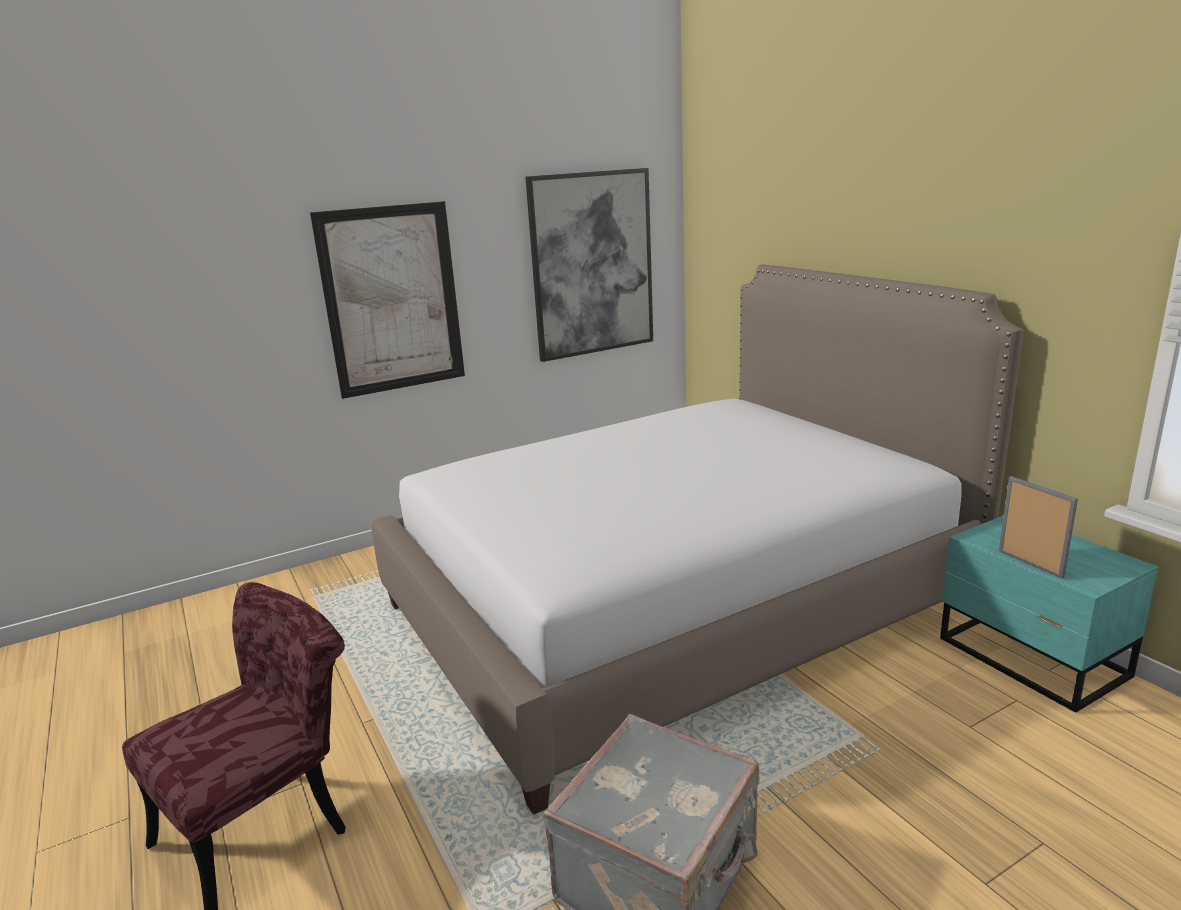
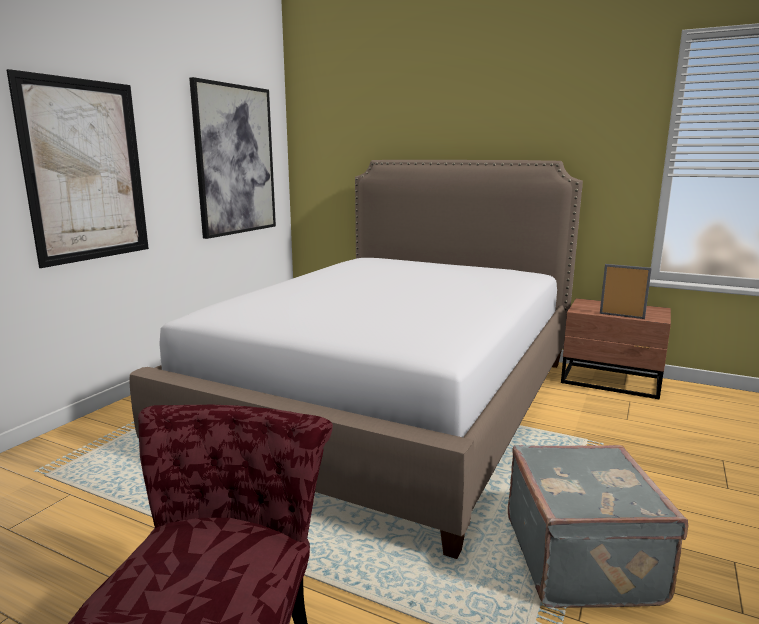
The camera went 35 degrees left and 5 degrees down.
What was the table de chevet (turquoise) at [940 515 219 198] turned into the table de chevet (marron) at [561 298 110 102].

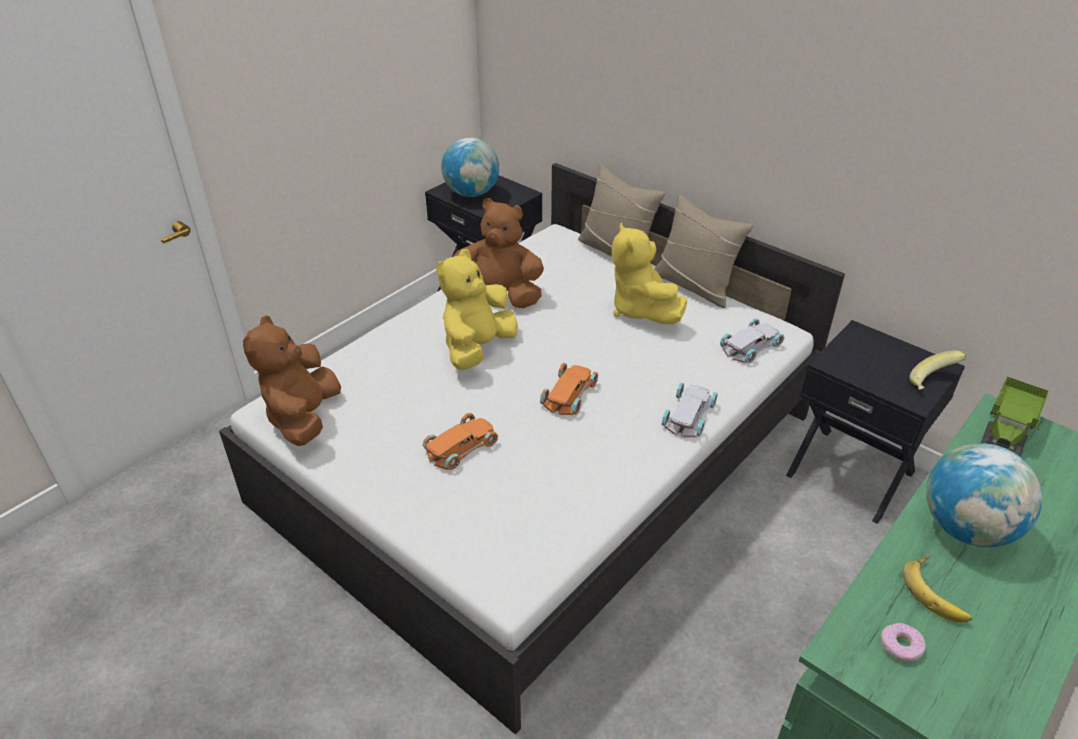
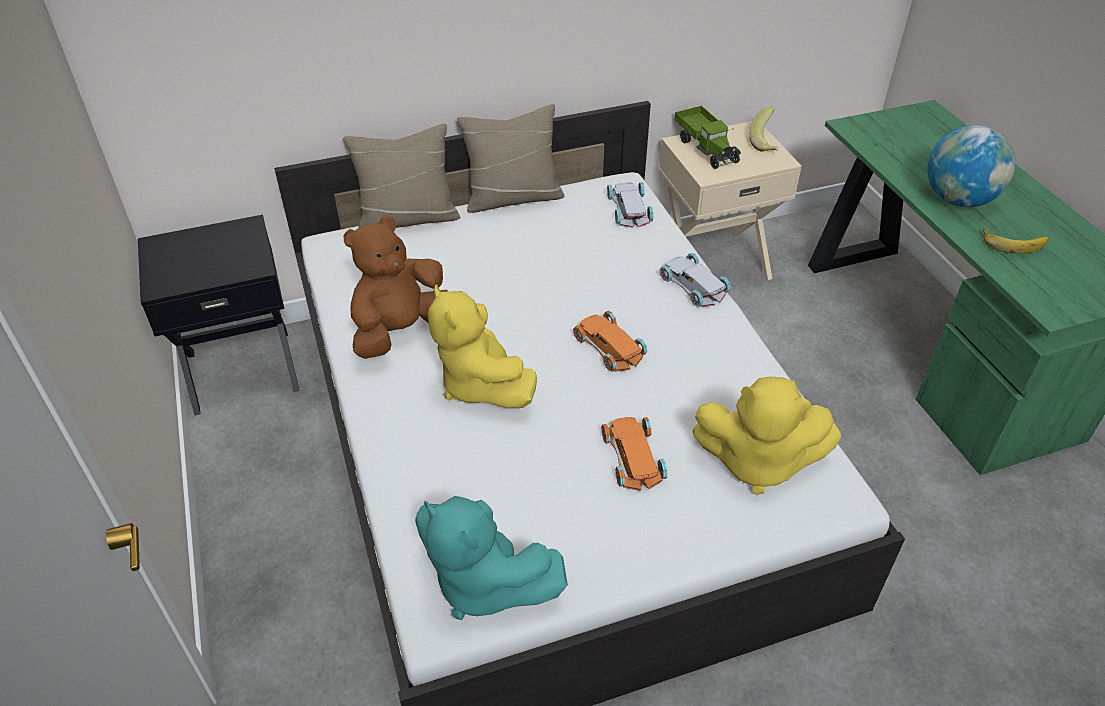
The camera went 60 degrees left and 5 degrees up.
What was the peluche (marron) at [243 315 98 131] turned into the peluche (turquoise) at [415 496 153 124].
What was the table de chevet (noir) at [786 320 179 204] turned into the table de chevet (beige) at [659 121 143 159].
The camion jouet ended up elsewhere, having gone from [981 376 68 81] to [674 106 67 63].
The peluche (jaune) ended up elsewhere, having gone from [612 222 75 102] to [692 376 149 119].
The second view lost the globe at [441 137 58 60].
The second view lost the beignet at [881 623 45 38].

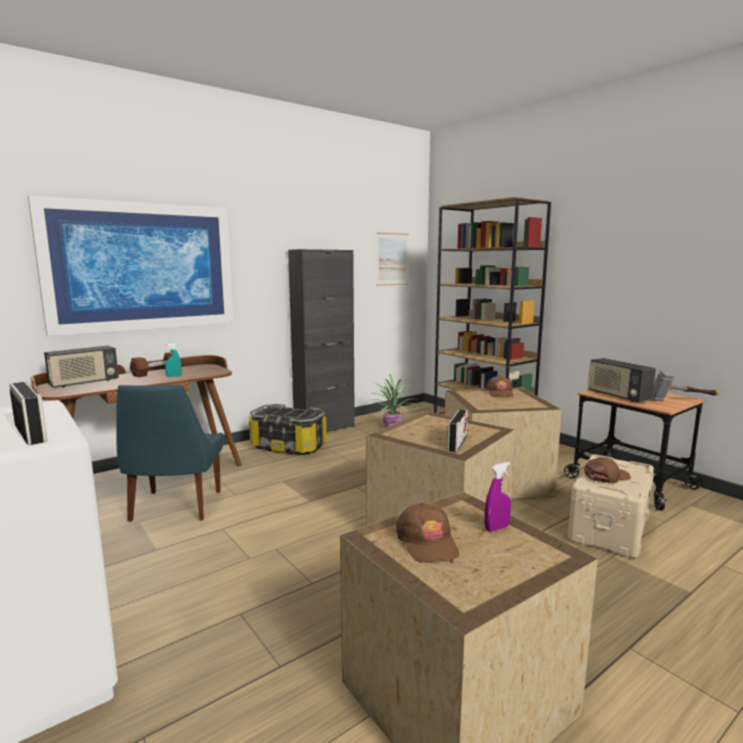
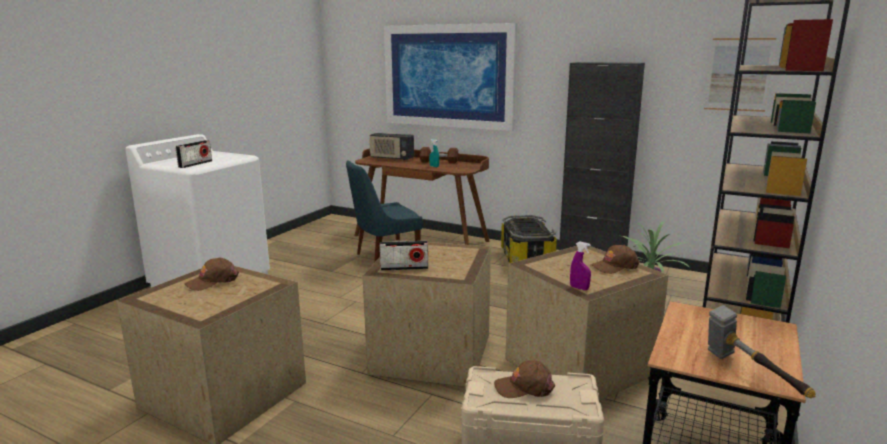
The camera went 65 degrees right and 5 degrees up.
The casquette (marron) at [584 457 47 26] ended up facing another way, 135 degrees clockwise from before.
The vaporisateur (violet) ended up elsewhere, having gone from [485 462 26 69] to [570 241 21 49].
The second view lost the radio at [588 358 68 44].

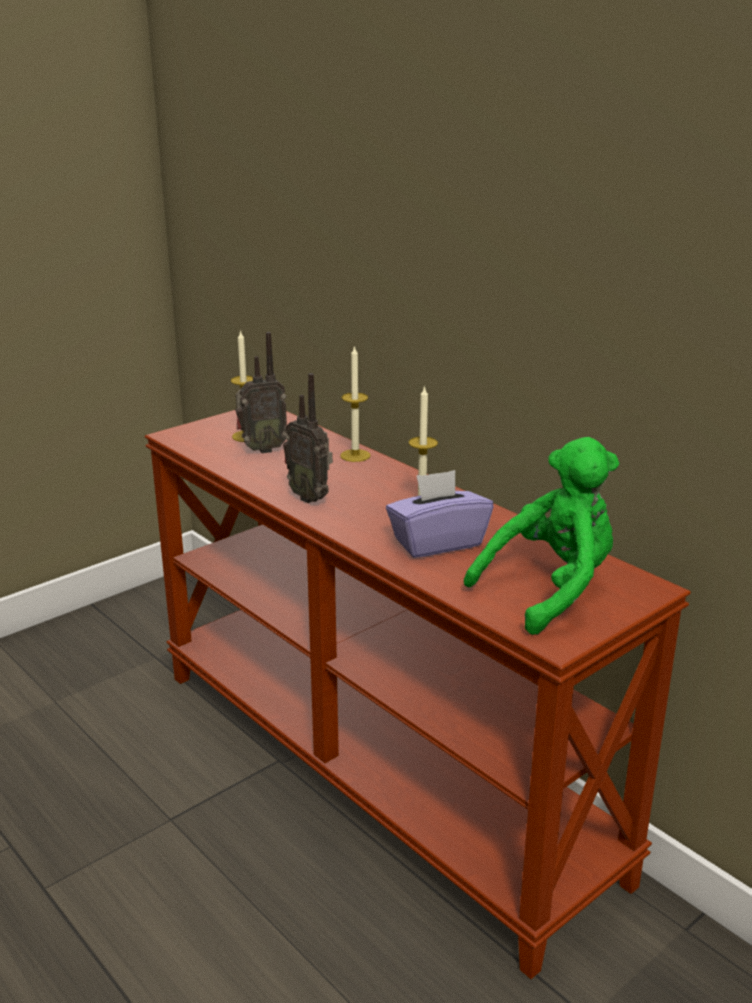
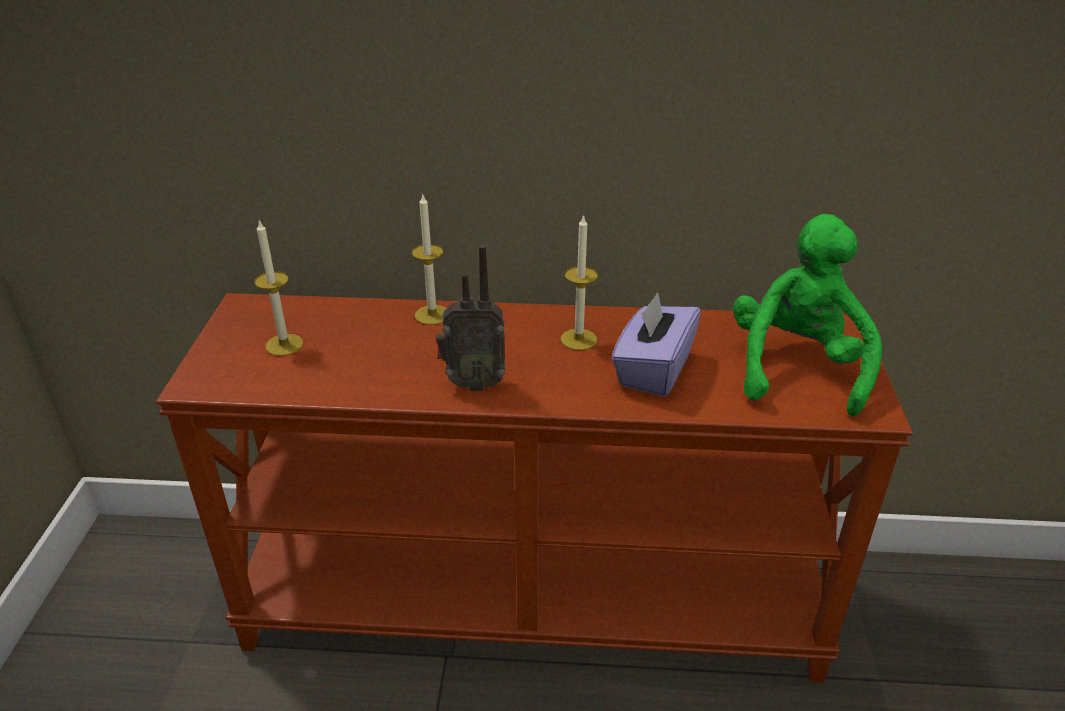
The camera went 45 degrees left and 10 degrees up.
The second view lost the radio at [235 332 52 121].

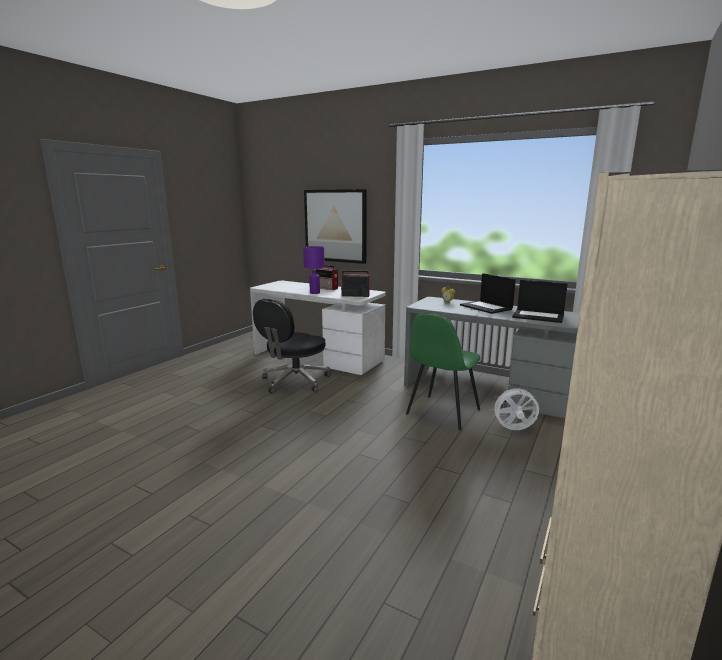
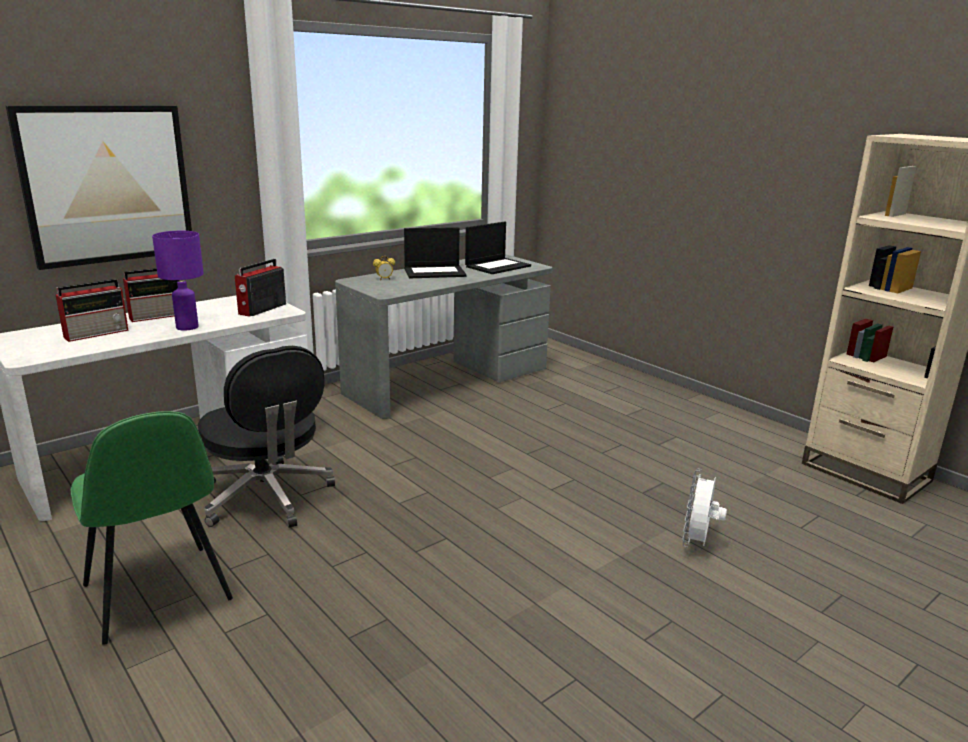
The camera went 70 degrees left and 5 degrees up.
The second view gained the radio at [56 279 73 63].
The chaise (vert) ended up elsewhere, having gone from [406 313 74 117] to [71 411 162 234].
The ventilateur (blanc) ended up elsewhere, having gone from [491 385 48 45] to [682 469 45 79].

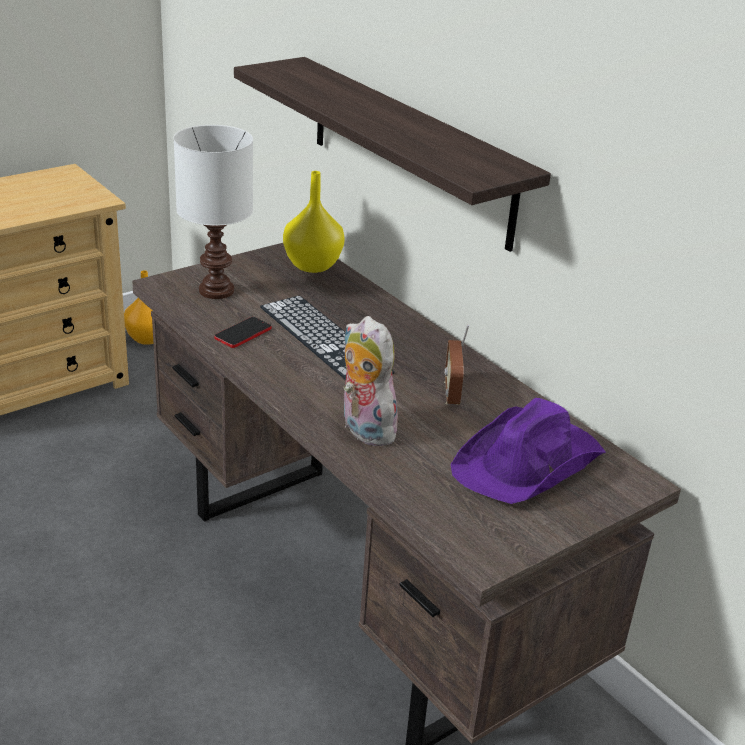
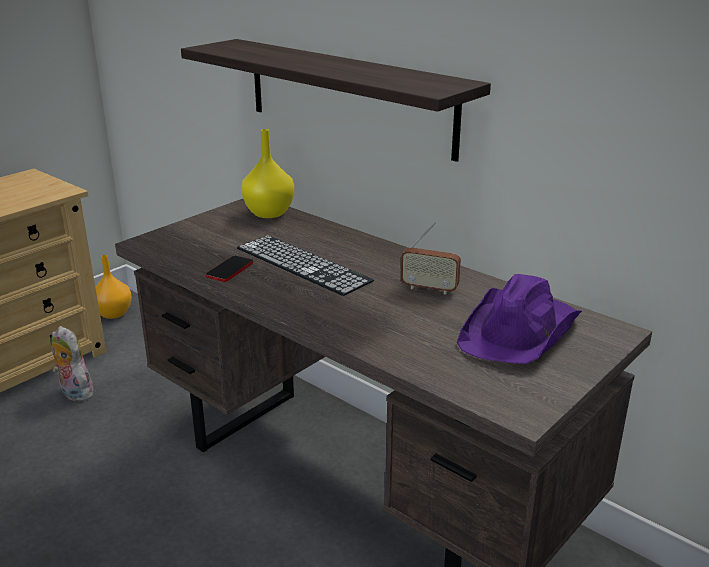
The camera went 10 degrees left and 5 degrees down.
The peluche ended up elsewhere, having gone from [343 316 55 130] to [51 326 42 76].
The radio at [444 325 25 80] ended up facing another way, 60 degrees counterclockwise from before.
The second view lost the lampe de table (blanc) at [173 125 80 174].

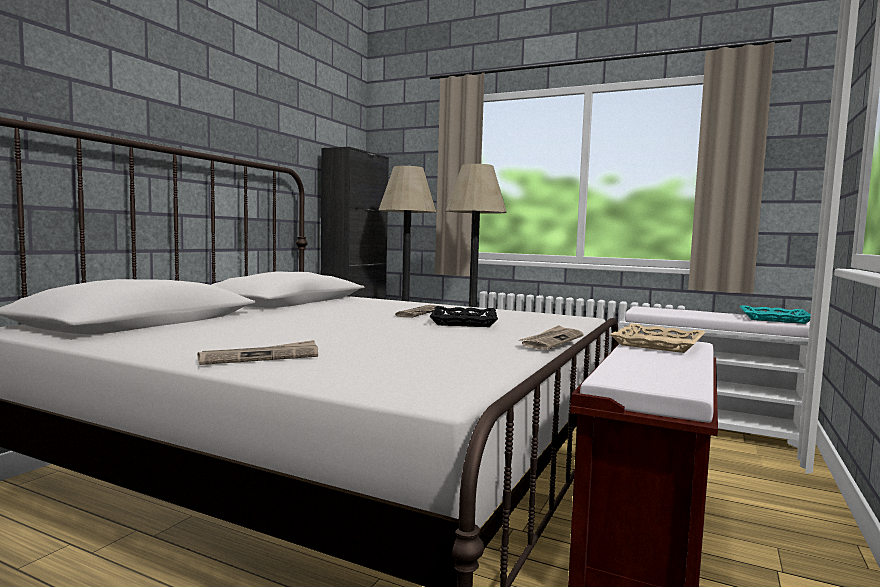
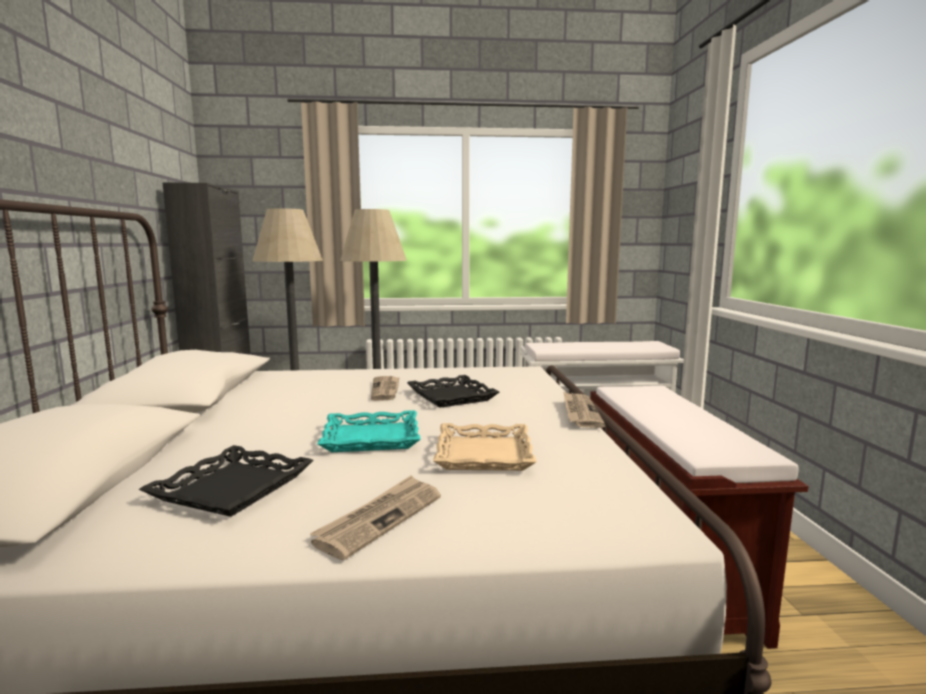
The camera went 30 degrees left and 5 degrees up.
The second view gained the plateau (noir) at [139 445 174 72].
The plateau (turquoise) ended up elsewhere, having gone from [739 305 72 19] to [317 410 104 42].
The plateau (beige) ended up elsewhere, having gone from [610 323 96 30] to [433 423 104 48].

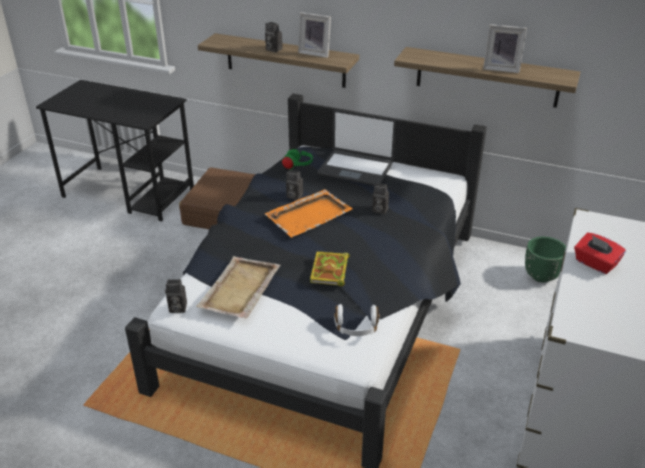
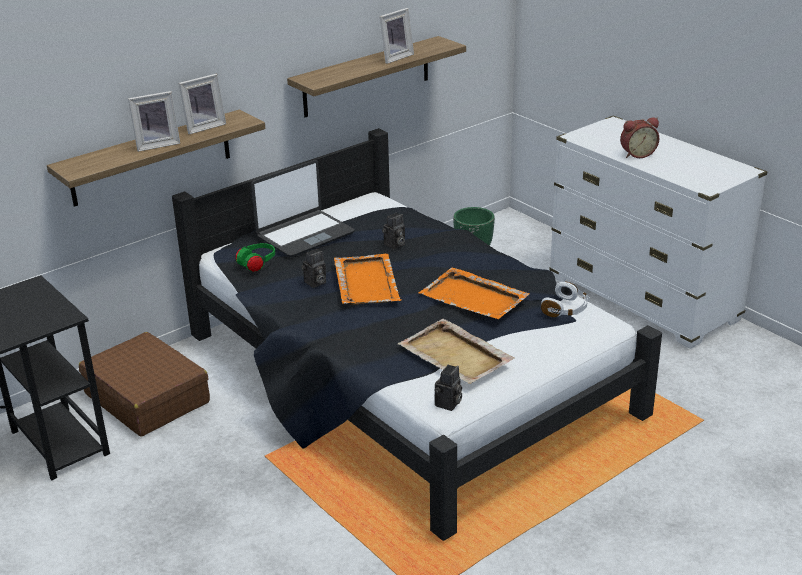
The camera went 60 degrees left and 5 degrees down.
Where the appareil photo stood at [265 22 18 31], the cadre photo came to stand at [128 91 52 61].
Where the livre stood at [310 252 40 34], the plateau (orange) came to stand at [419 267 111 52].
Where the boîte à mouchoirs (rouge) stood at [574 233 52 41], the réveil came to stand at [620 118 39 40].

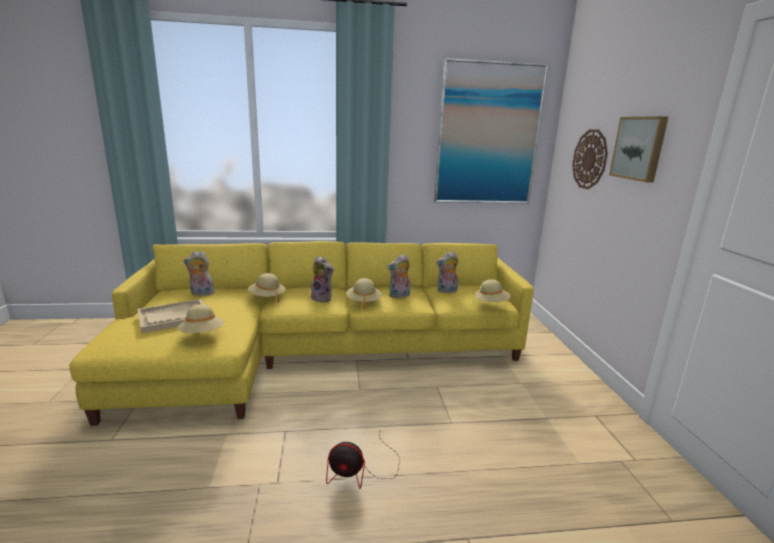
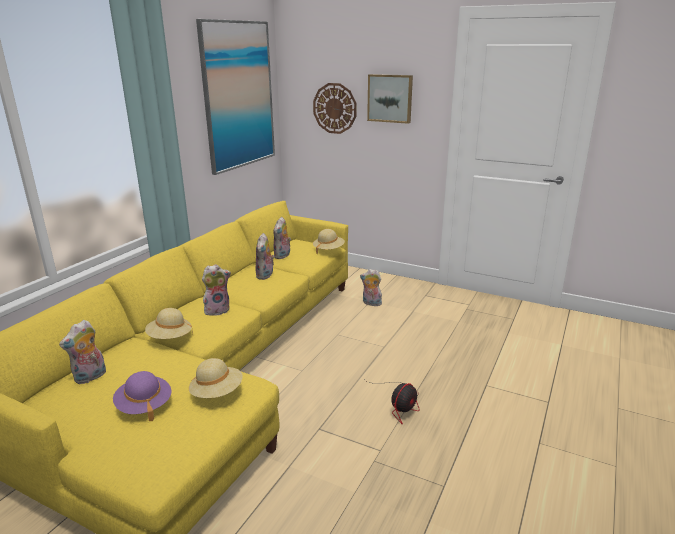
The camera went 55 degrees left and 5 degrees up.
Where the plateau (beige) stood at [137 299 66 34], the chapeau (violet) came to stand at [113 371 59 50].
The second view gained the peluche at [360 269 24 37].
The second view lost the chapeau (beige) at [346 278 36 31].

